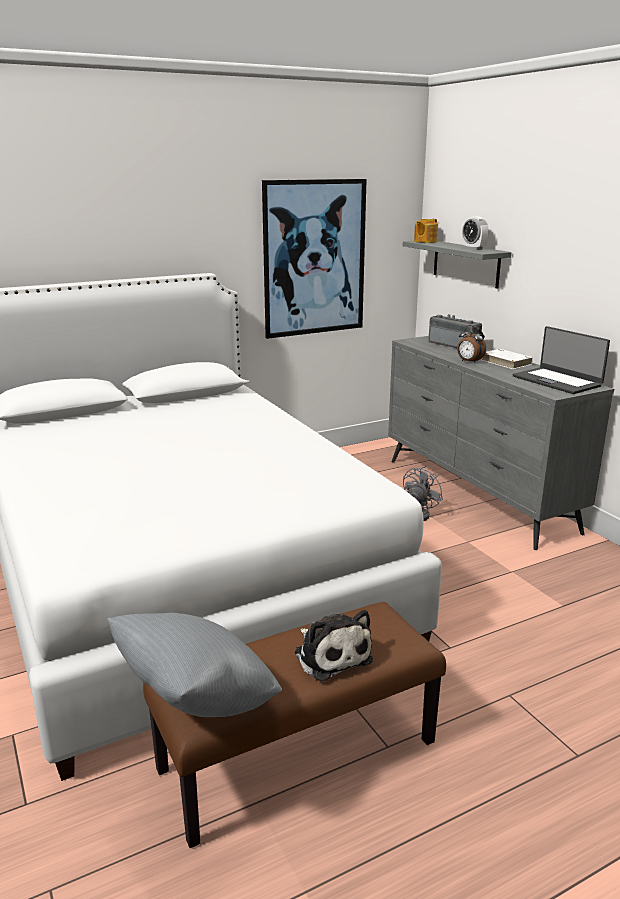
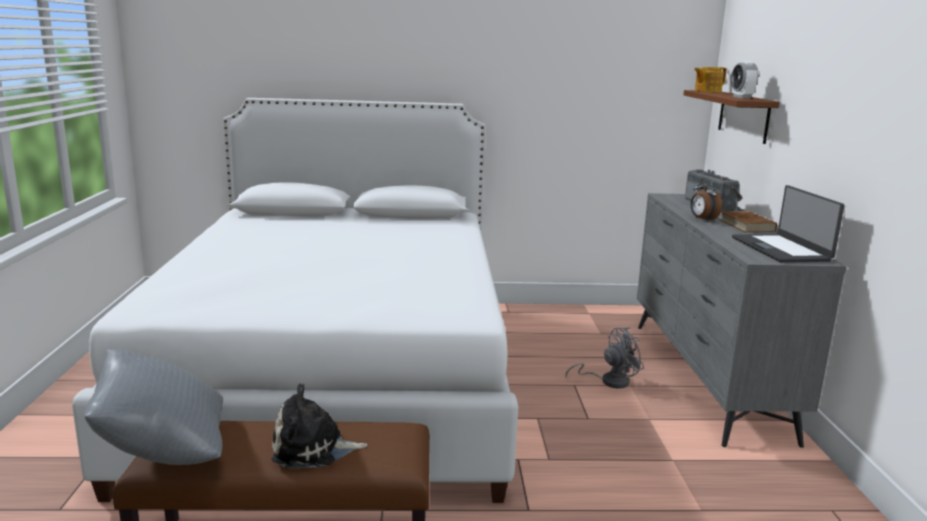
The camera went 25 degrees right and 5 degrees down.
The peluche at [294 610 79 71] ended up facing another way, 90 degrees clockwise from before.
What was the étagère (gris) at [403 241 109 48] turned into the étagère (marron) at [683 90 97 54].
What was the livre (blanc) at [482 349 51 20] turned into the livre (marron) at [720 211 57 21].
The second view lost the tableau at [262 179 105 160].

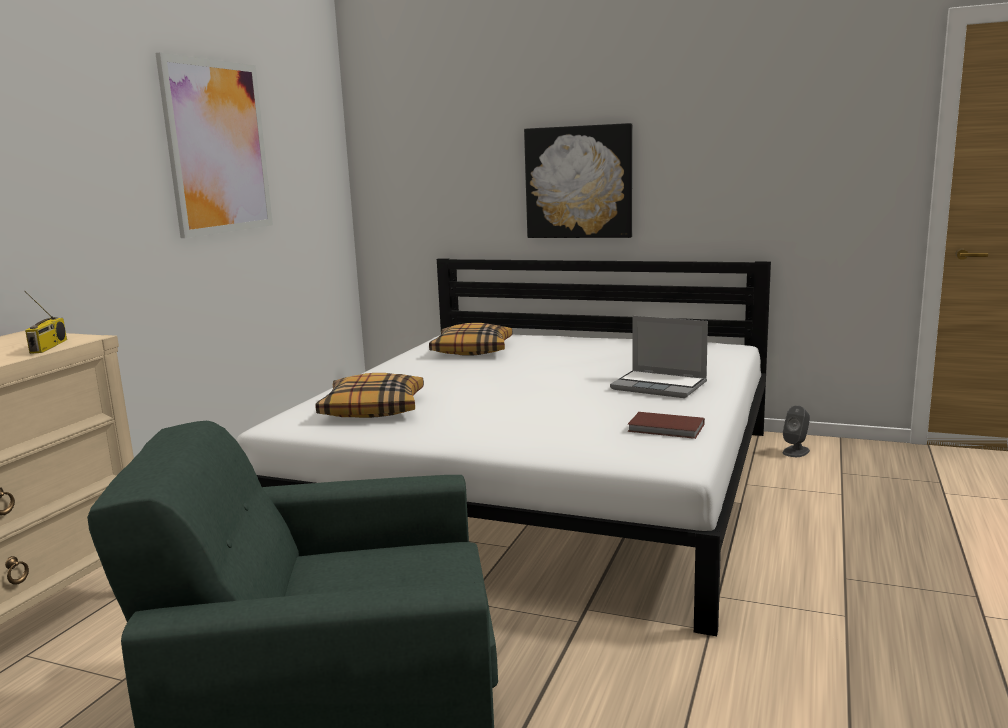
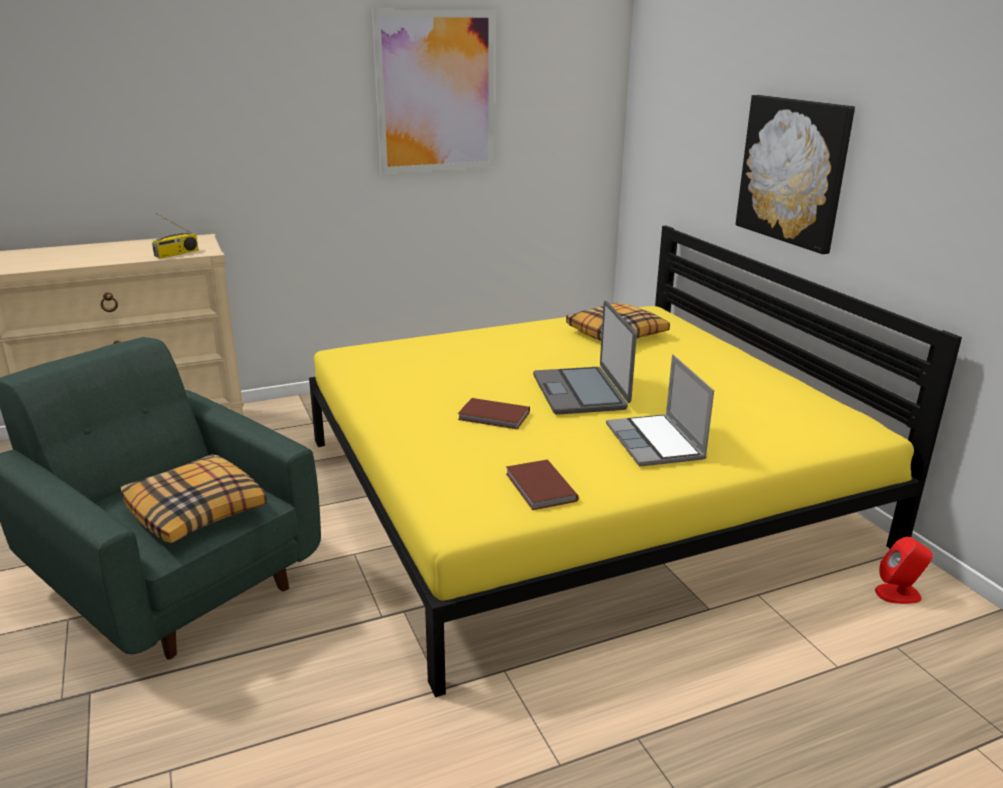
The camera went 45 degrees right and 10 degrees up.
The coussin ended up elsewhere, having gone from [316 373 108 45] to [120 454 147 89].
What was the lit (blanc) at [236 258 535 378] turned into the lit (jaune) at [309 226 653 471].
The second view gained the livre (marron) at [458 398 72 32].
The second view gained the ordinateur portable at [533 301 104 114].
What was the enceinte (gris) at [782 405 28 52] turned into the enceinte (rouge) at [875 537 58 67].

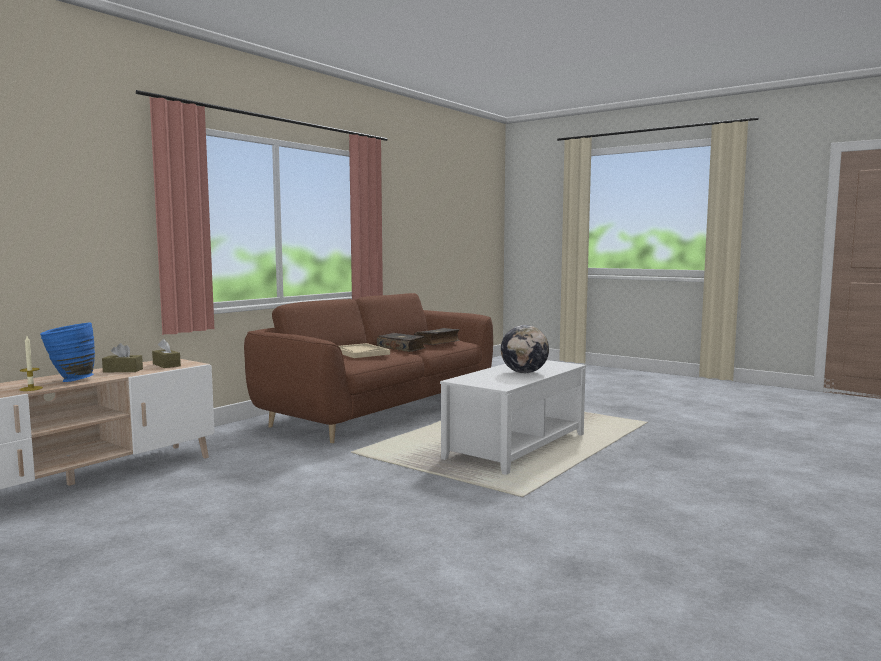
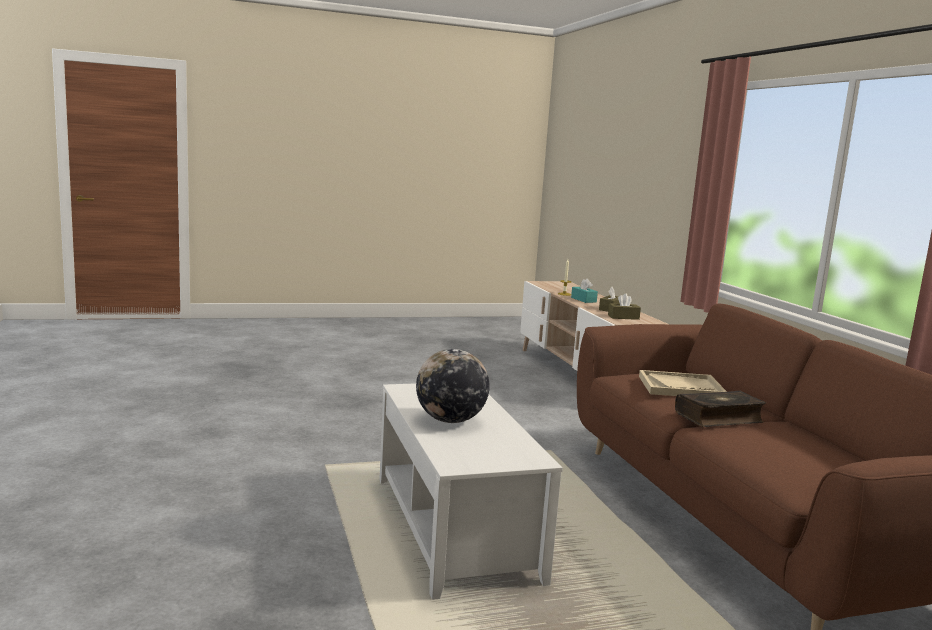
The camera went 125 degrees right and 5 degrees up.
Where the vase (bleu) stood at [40 322 55 60], the boîte à mouchoirs (turquoise) came to stand at [571 278 27 25].
The second view lost the livre at [414 328 46 17].

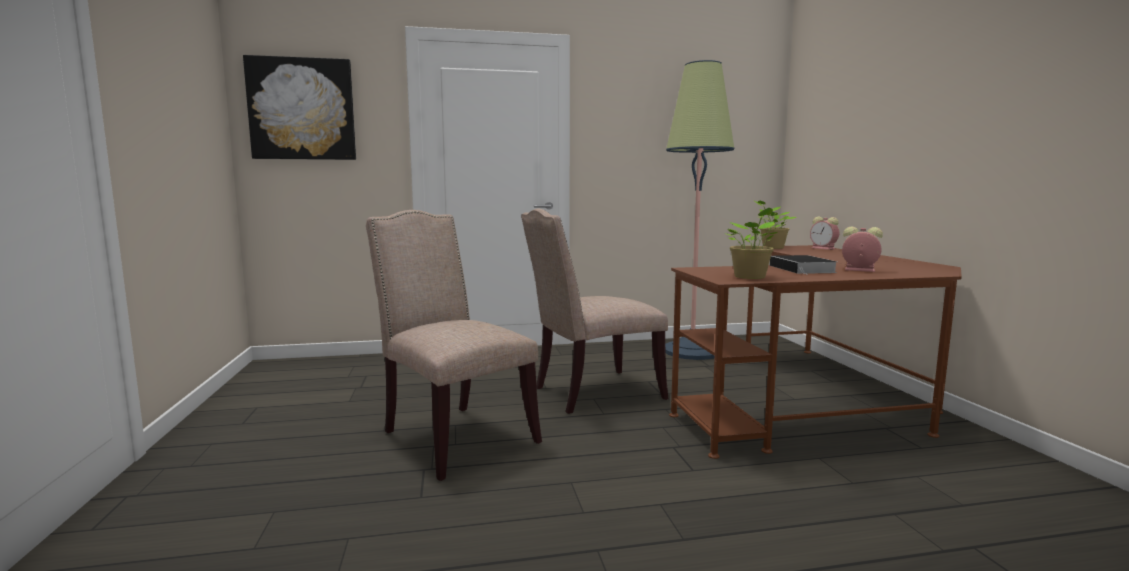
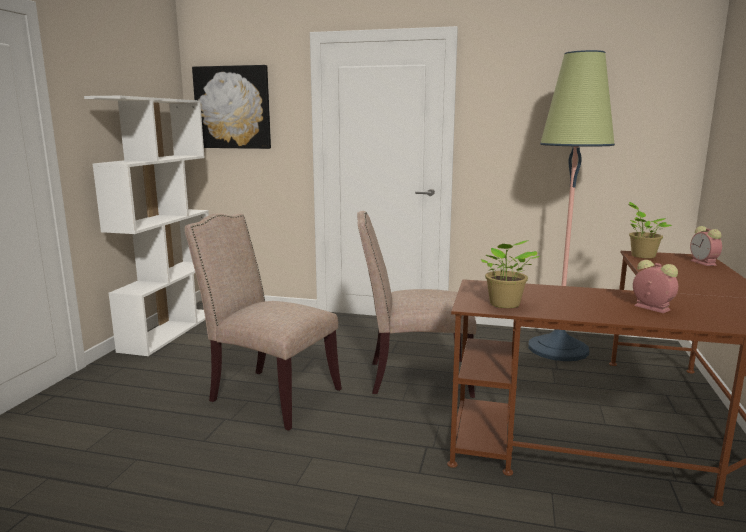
The camera went 25 degrees right and 5 degrees up.
The second view gained the bibliothèque (blanc) at [84 96 125 260].
The chaise (beige) at [366 210 176 271] ended up facing another way, 45 degrees counterclockwise from before.
The second view lost the livre at [770 255 67 20].

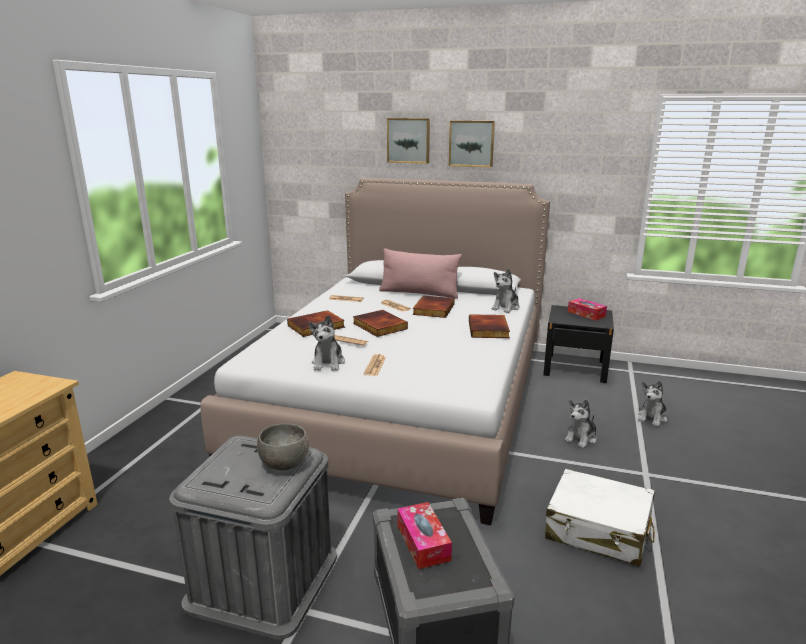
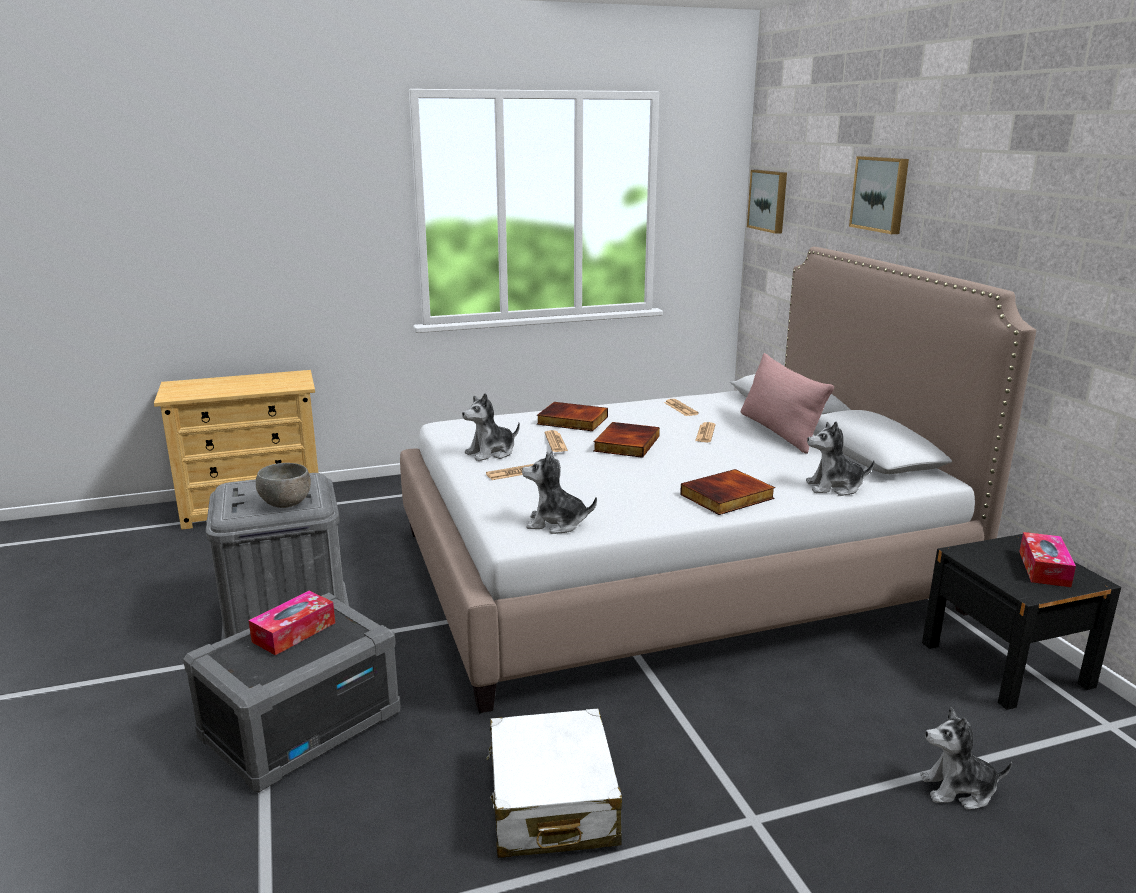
The camera went 55 degrees right and 0 degrees up.
The peluche ended up elsewhere, having gone from [564 400 33 48] to [522 452 75 82].
The tableau ended up elsewhere, having gone from [449 121 46 46] to [747 170 40 64].
The second view lost the livre at [412 296 43 22].

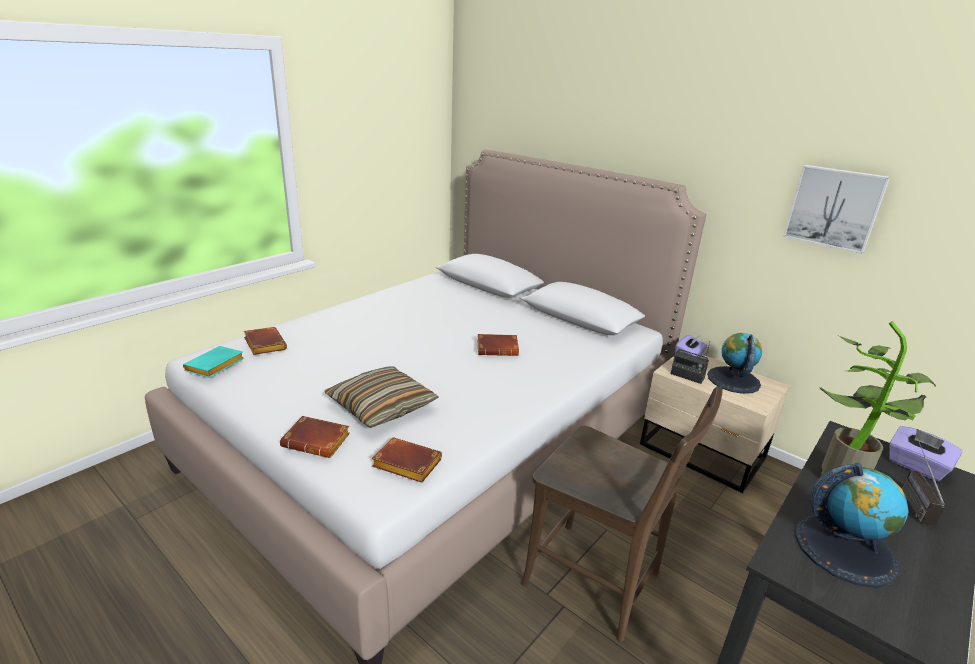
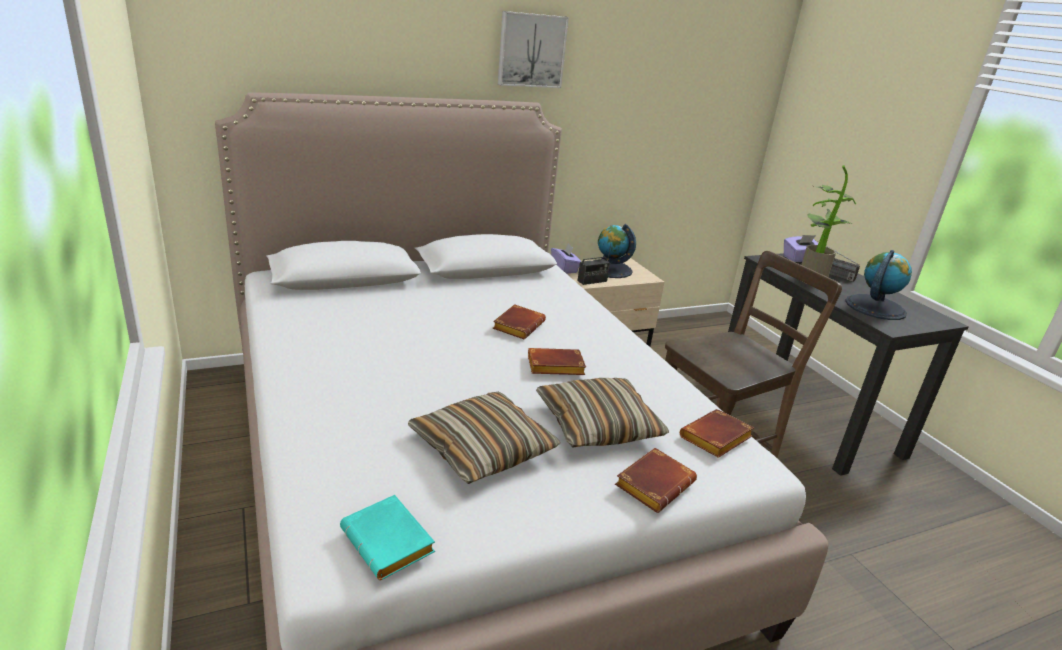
The camera went 65 degrees left and 0 degrees up.
The second view gained the coussin at [408 392 153 92].
The tableau ended up elsewhere, having gone from [783 165 107 89] to [498 11 71 77].
The livre (marron) ended up elsewhere, having gone from [244 327 43 28] to [528 348 58 27].

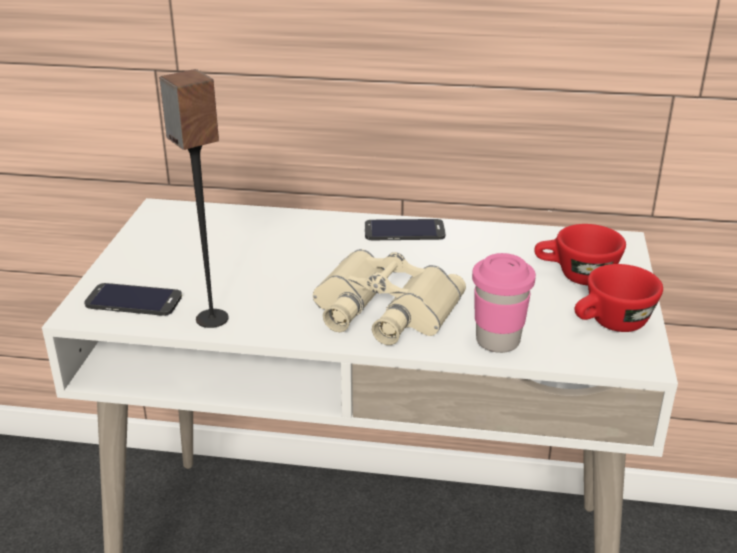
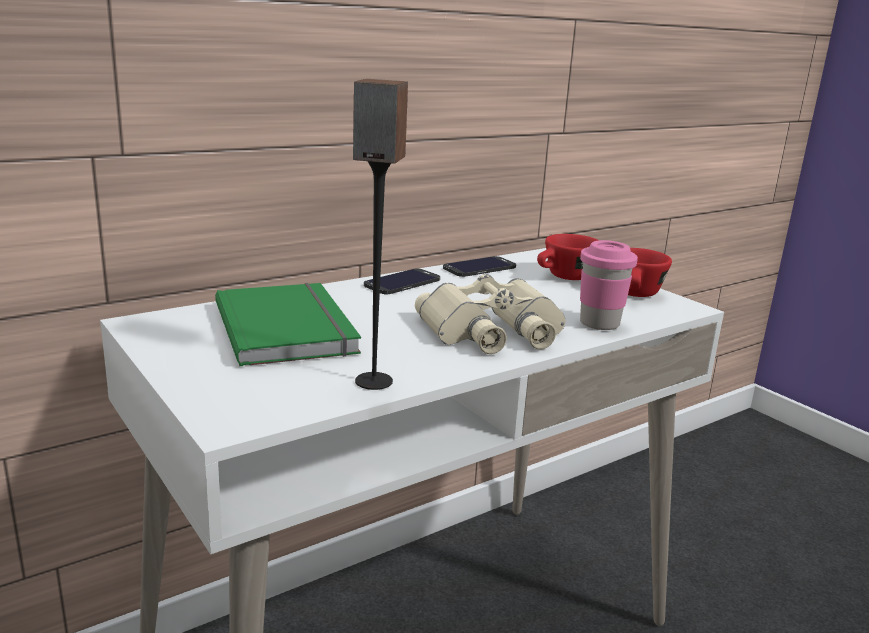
The camera went 45 degrees left and 10 degrees down.
The second view gained the livre (vert) at [215 283 146 83].
The téléphone ended up elsewhere, having gone from [84 283 98 33] to [443 256 73 21].

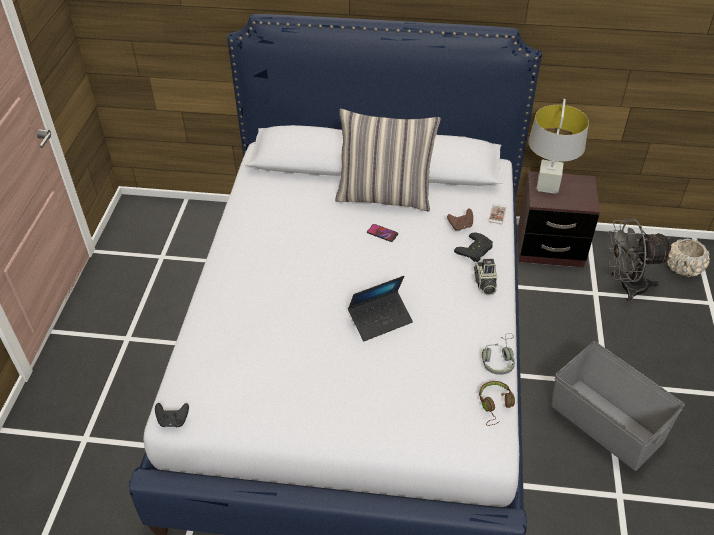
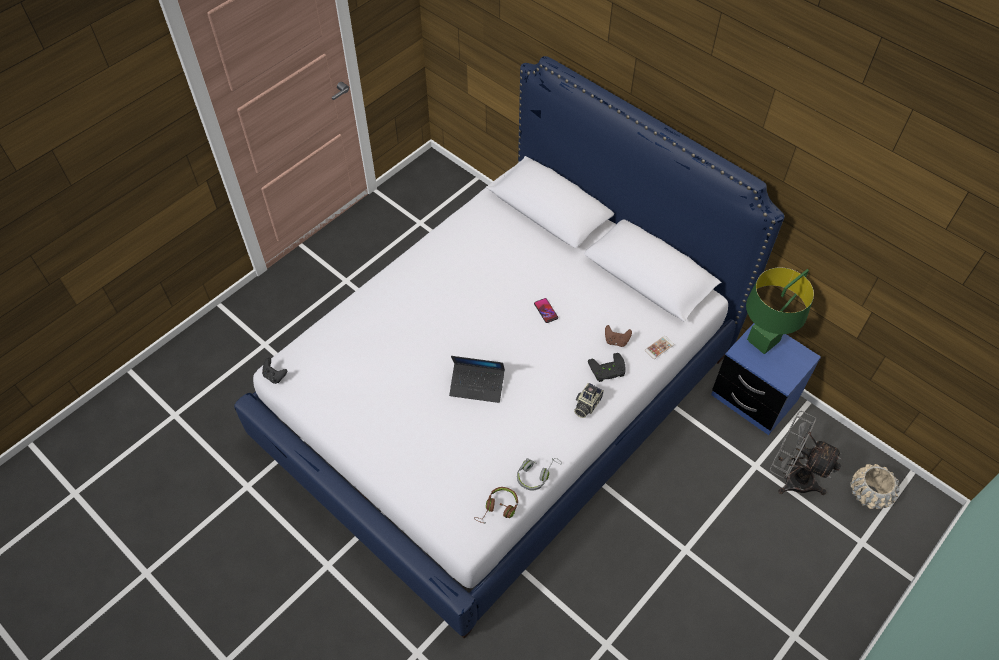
The camera went 35 degrees right and 10 degrees up.
What was the table de chevet (marron) at [518 171 82 96] turned into the table de chevet (bleu) at [711 323 110 112].
What was the lampe de table (gris) at [528 99 61 95] turned into the lampe de table (vert) at [746 267 68 87].
The second view lost the coussin at [335 108 106 103].
The second view lost the boîte de rangement (gris) at [551 341 134 130].

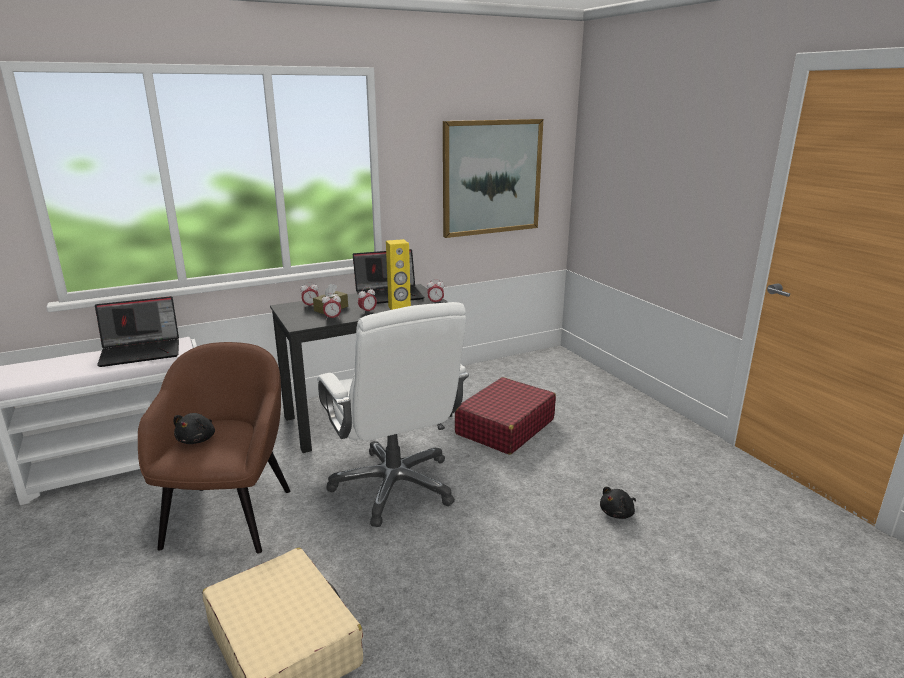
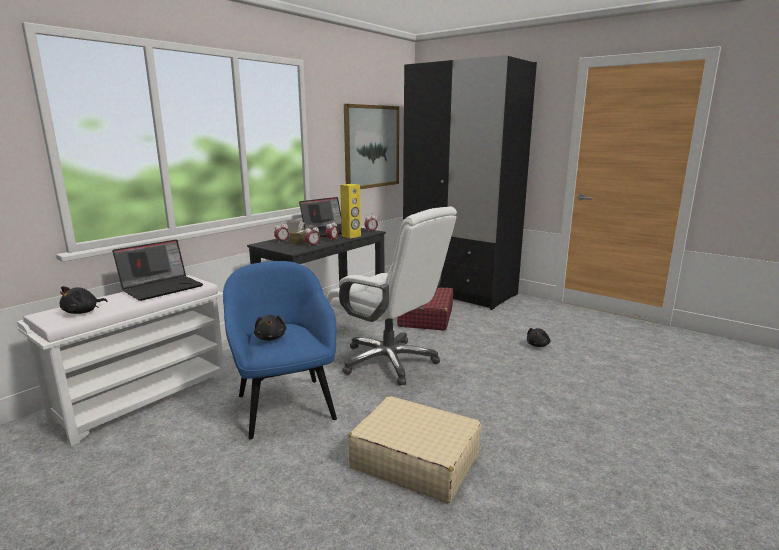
The camera went 25 degrees left and 5 degrees down.
The second view gained the peluche (noir) at [59 286 49 28].
What was the fauteuil (marron) at [138 342 152 211] turned into the fauteuil (bleu) at [223 261 114 178].
The second view gained the armoire (noir) at [403 55 134 255].

